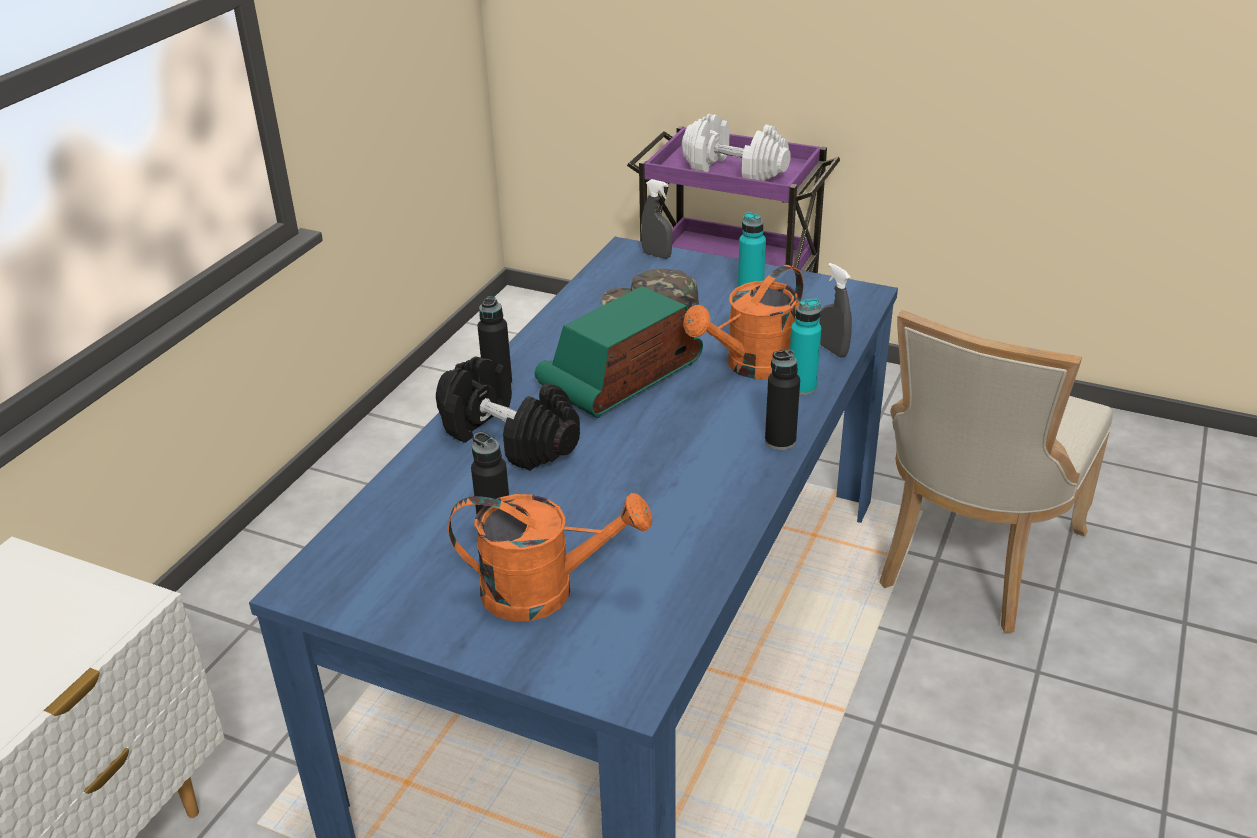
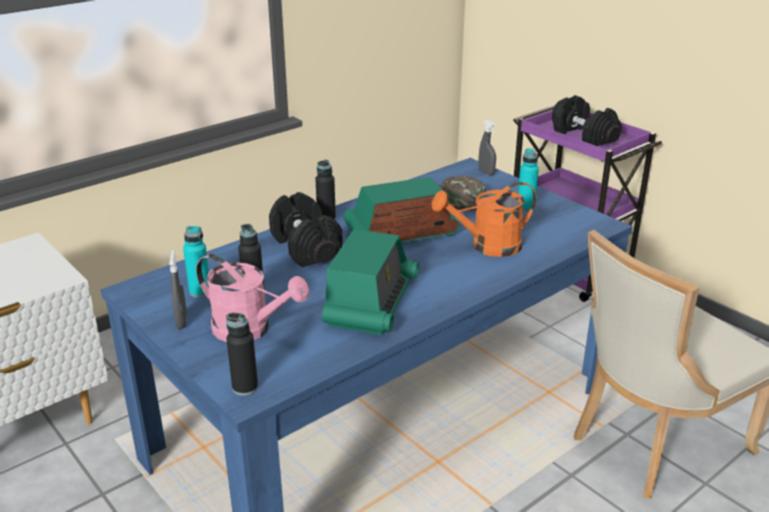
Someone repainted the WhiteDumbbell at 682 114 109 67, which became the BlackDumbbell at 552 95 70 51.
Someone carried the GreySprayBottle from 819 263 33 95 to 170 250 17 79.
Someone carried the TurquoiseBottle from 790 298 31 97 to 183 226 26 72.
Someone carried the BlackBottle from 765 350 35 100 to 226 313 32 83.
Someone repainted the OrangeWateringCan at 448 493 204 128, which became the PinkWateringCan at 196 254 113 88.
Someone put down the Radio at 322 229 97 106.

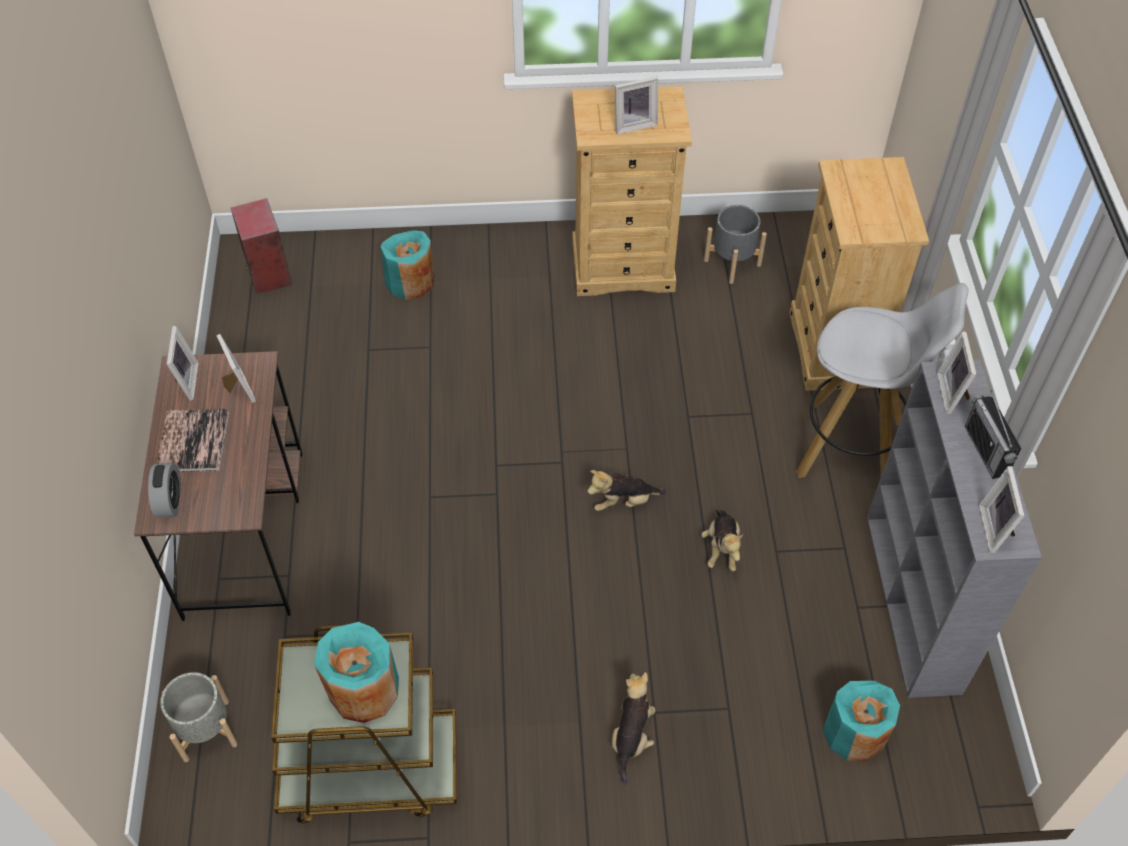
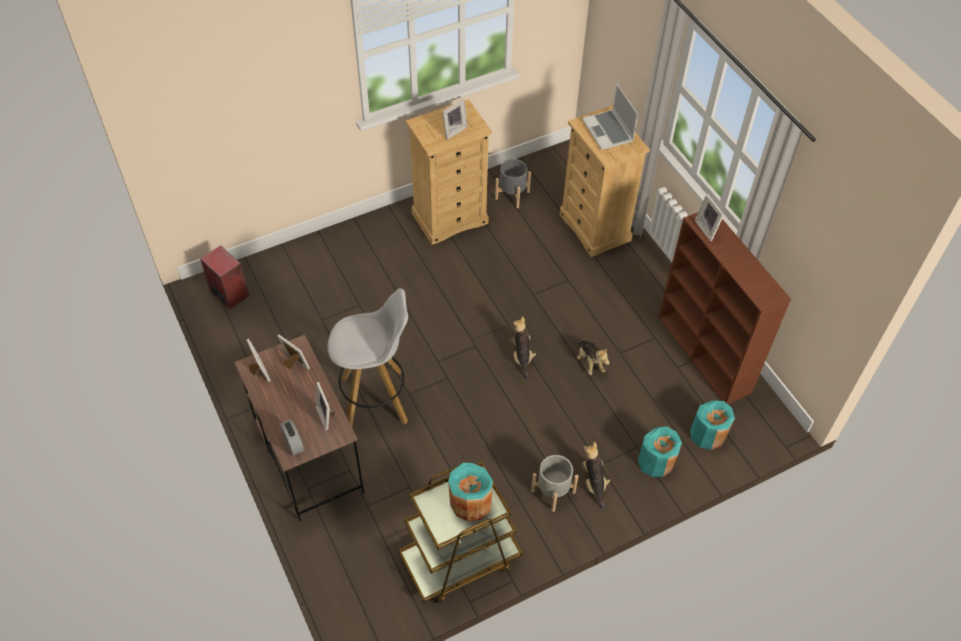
Someone carried the TurquoiseVase from 380 230 55 70 to 638 426 44 51.
Someone carried the WhiteStool from 796 283 173 195 to 328 288 80 139.
Someone repainted the GreyBookcase at 867 360 175 338, which became the BrownBookcase at 658 212 133 192.
Someone took away the Radio at 965 390 56 89.
Someone took away the Book at 156 409 73 63.
Someone carried the PictureFrame from 979 466 45 87 to 315 382 20 48.
Someone rotated the PlushToy at 587 470 79 41 by 120 degrees clockwise.
Someone carried the GreyPlanter from 160 672 78 90 to 531 455 47 57.
Someone put down the Laptop at 582 83 56 67.

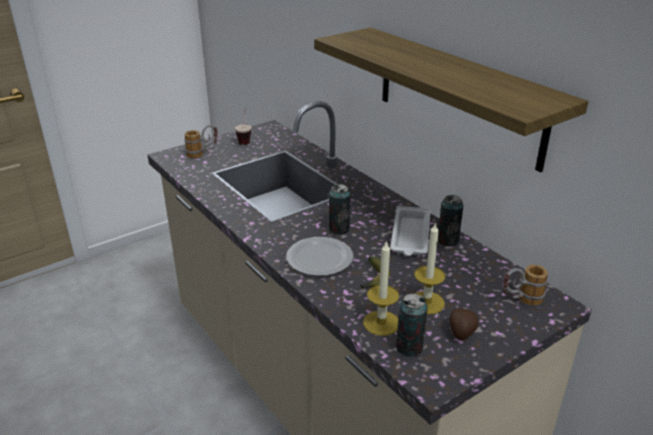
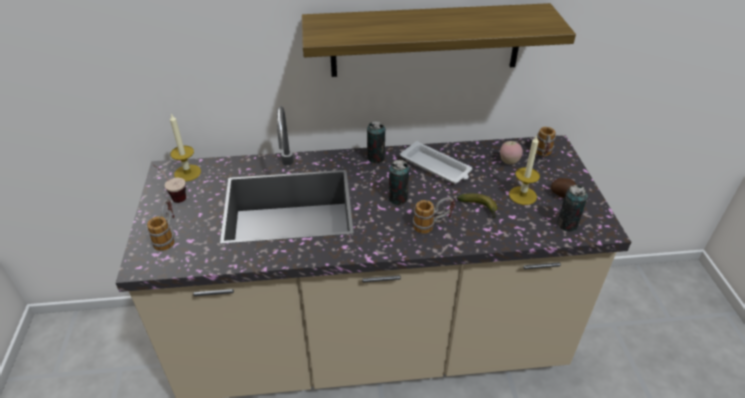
Someone carried the Can from 438 195 25 52 to 367 121 18 42.
Someone swapped the Plate at 286 237 67 39 for the Mug at 413 197 42 37.
Someone carried the Candle from 363 240 36 96 to 170 113 31 69.
Someone put down the Apple at 500 141 23 23.

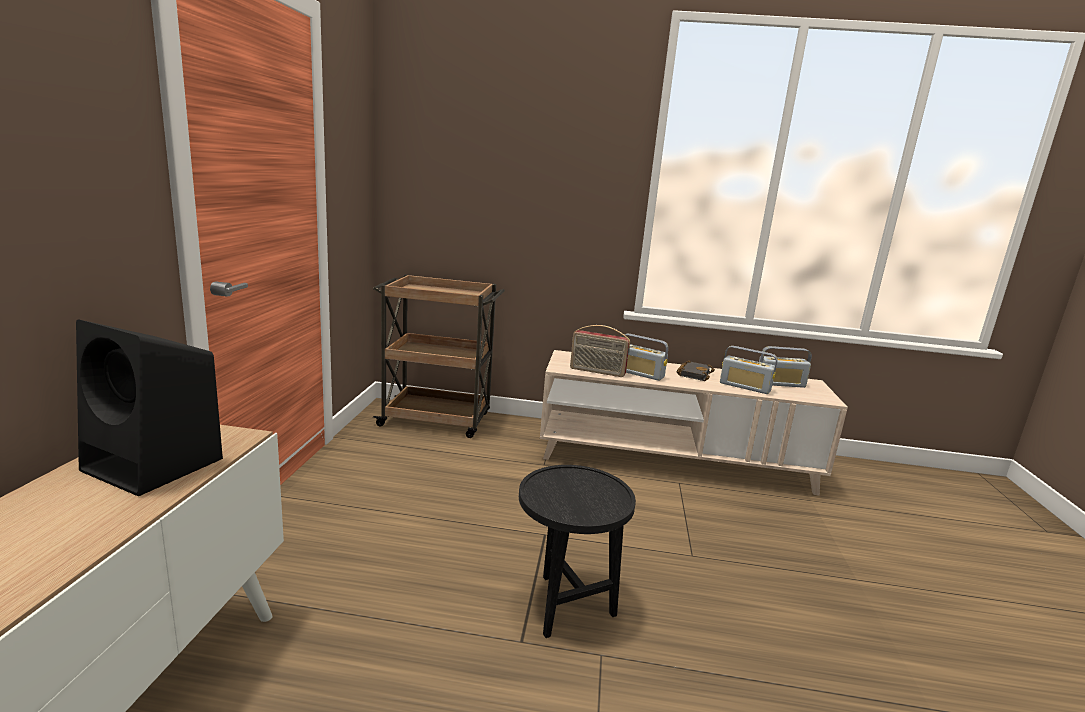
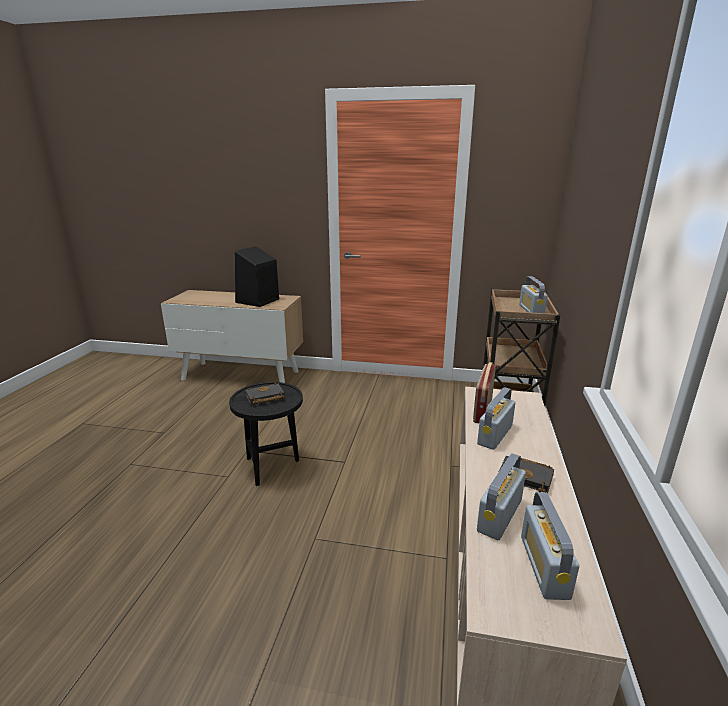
Someone put down the Radio at 519 276 29 37.
Someone put down the BlackBook at 246 383 39 22.

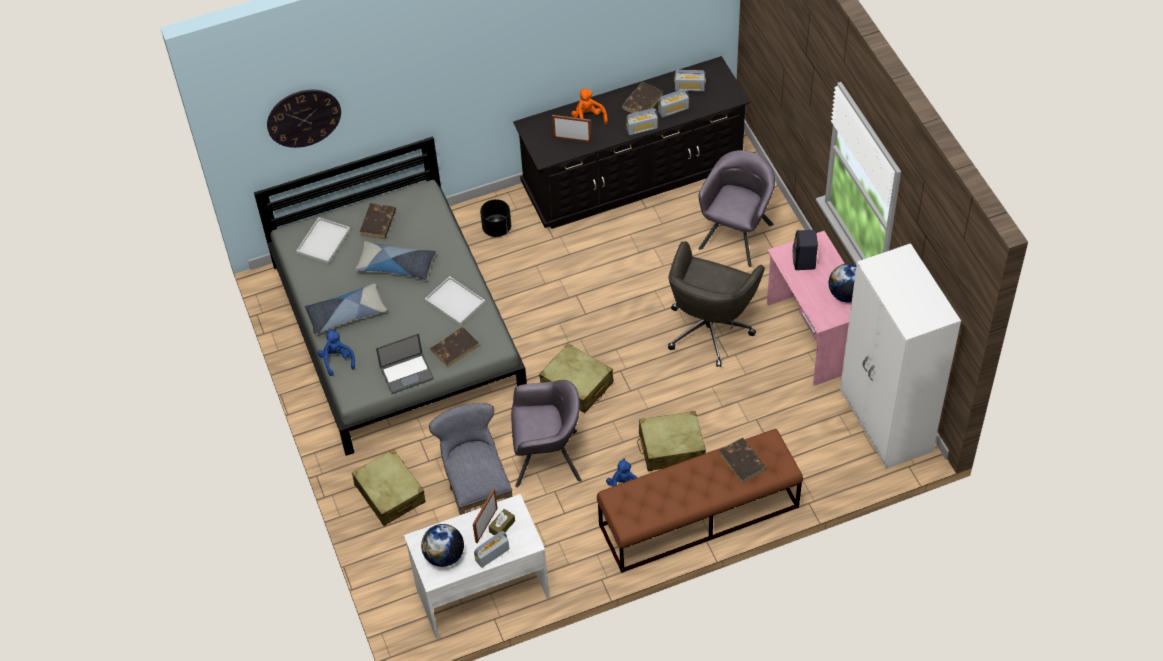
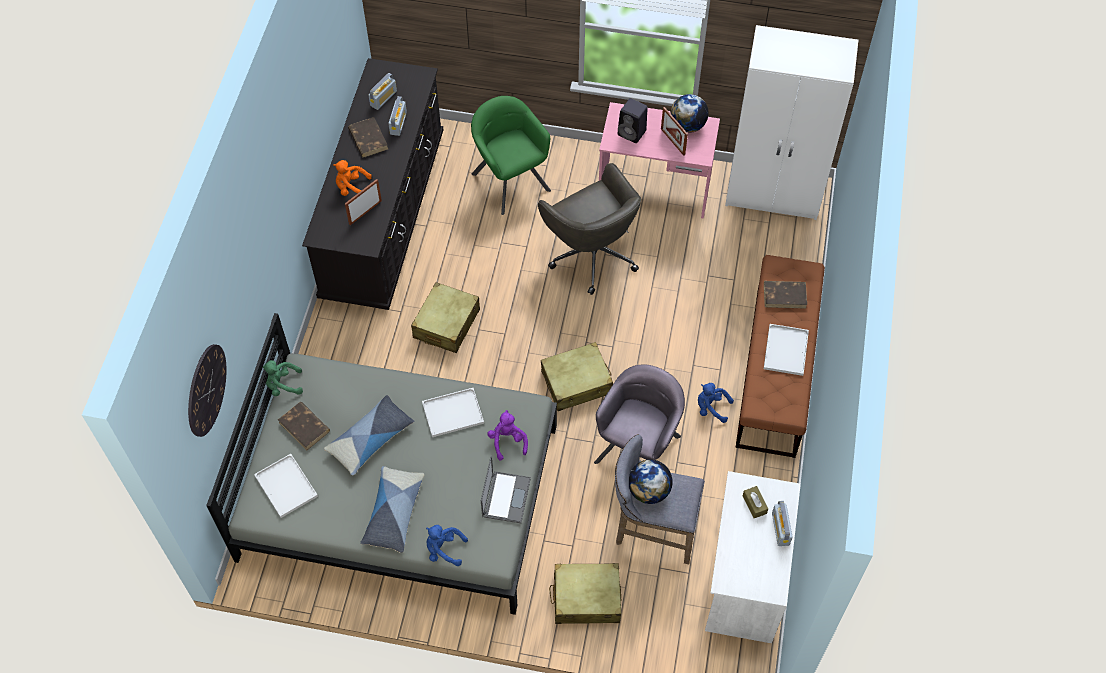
Someone took away the Radio at 626 108 32 27.
Someone repainted the GreyArmchair at 698 150 77 117, which became the GreenArmchair at 471 96 80 119.
Someone took away the BlackPlanter at 480 199 31 38.
Someone swapped the BrownBook at 430 327 49 41 for the PurplePlushToy at 487 410 41 51.
Someone carried the BeigeSuitcase from 637 411 69 60 to 411 282 69 71.
Someone carried the PictureFrame from 473 489 24 54 to 661 107 27 49.
Someone carried the Globe from 421 524 43 43 to 629 459 44 45.
Someone put down the WhiteTray at 764 324 45 52.
Someone put down the GreenPlushToy at 263 360 40 36.

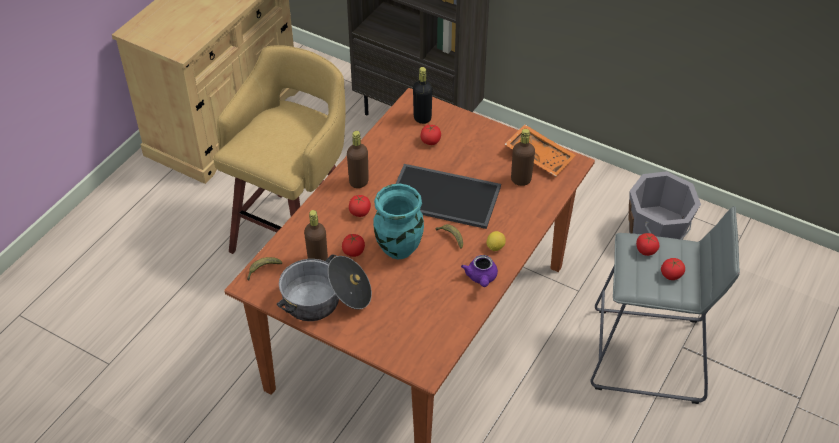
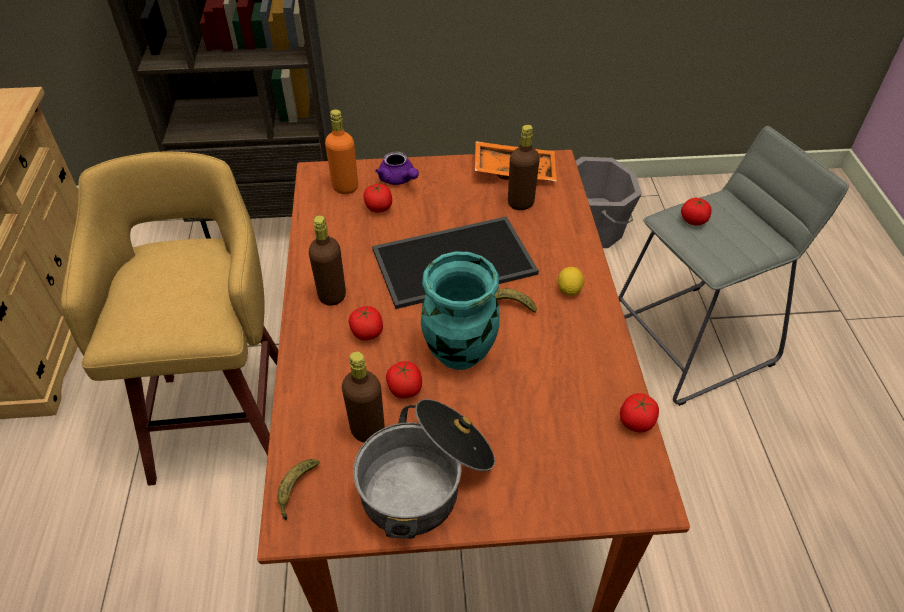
Someone repainted the BlackBottle at 413 67 19 57, which became the OrangeBottle at 325 109 33 85.
Someone carried the PurpleTeapot from 461 255 37 32 to 375 152 44 33.
Someone carried the Tomato from 661 258 24 22 to 620 393 39 40.

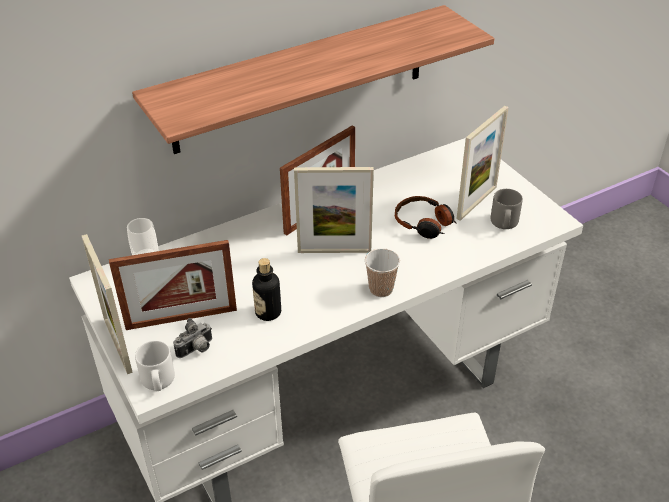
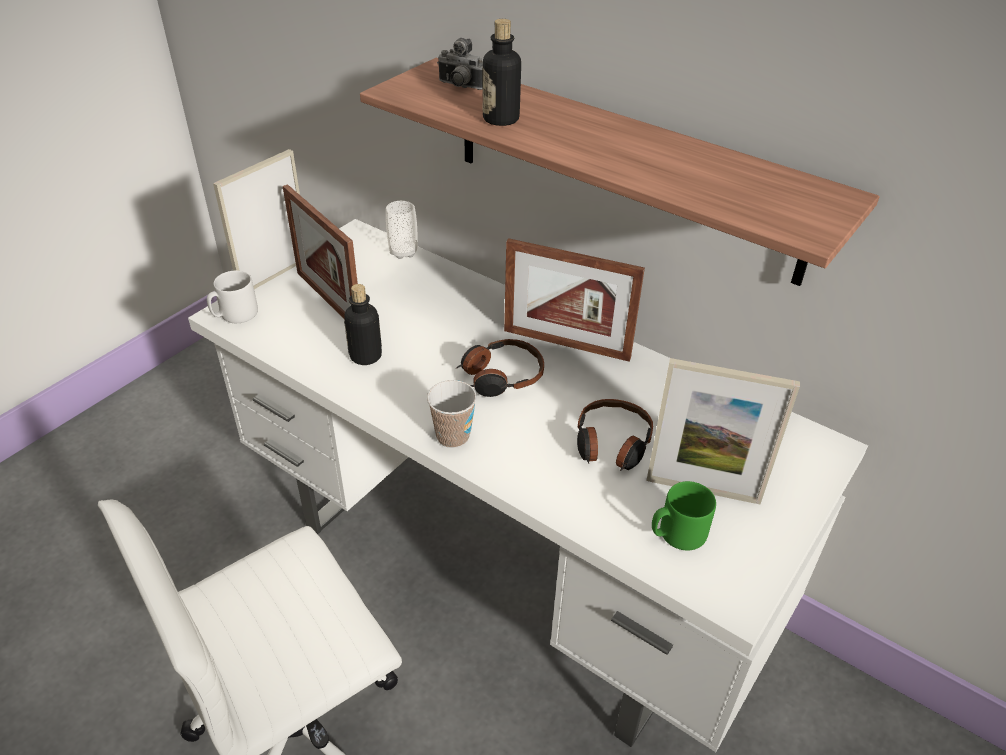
Someone swapped the PictureFrame at 294 167 80 86 for the Headphones at 455 339 89 58.
Someone repainted the GreyMug at 490 189 33 40, which became the GreenMug at 652 481 64 69.
Someone carried the PhotoCamera from 173 318 39 40 to 437 38 46 52.
Someone put down the Bottle at 483 19 38 107.

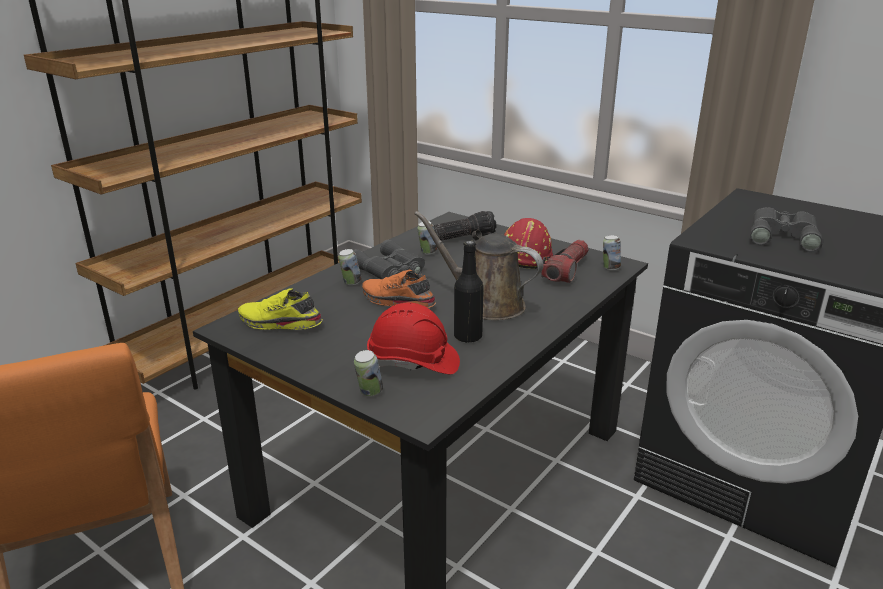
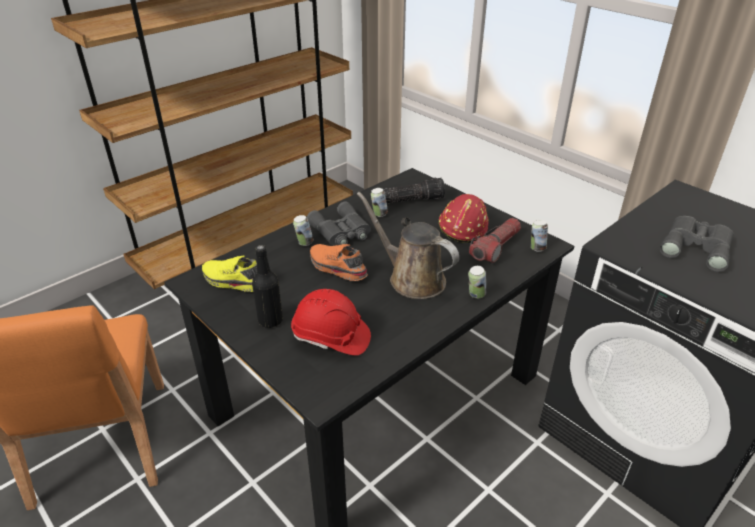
Someone carried the BlackBottle from 454 240 30 102 to 252 245 31 83.
Someone carried the Can from 354 350 29 46 to 468 266 18 33.

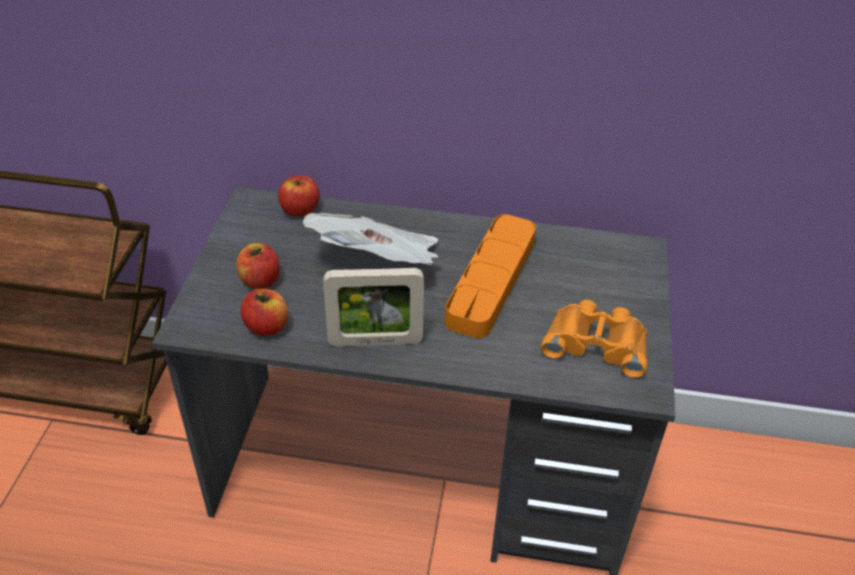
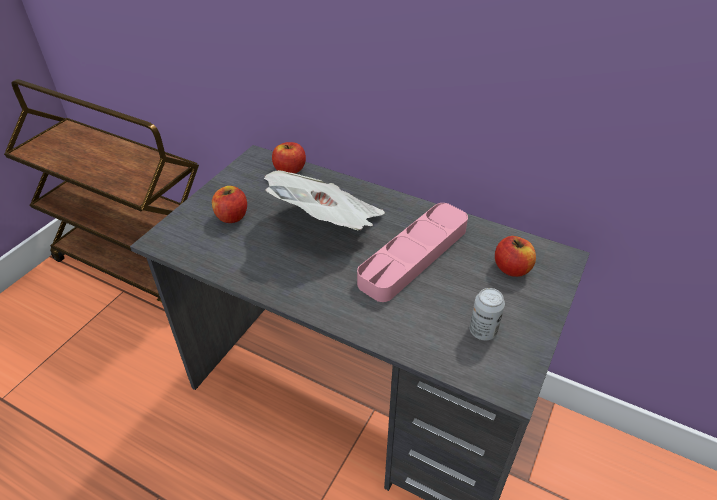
Someone repainted the OrangeTray at 445 214 91 124, which became the PinkTray at 357 203 111 99.
Someone took away the PictureFrame at 323 268 101 79.
Someone carried the Apple from 241 289 47 47 to 495 236 41 41.
Someone swapped the OrangeBinoculars at 541 300 107 78 for the Can at 470 288 35 52.

